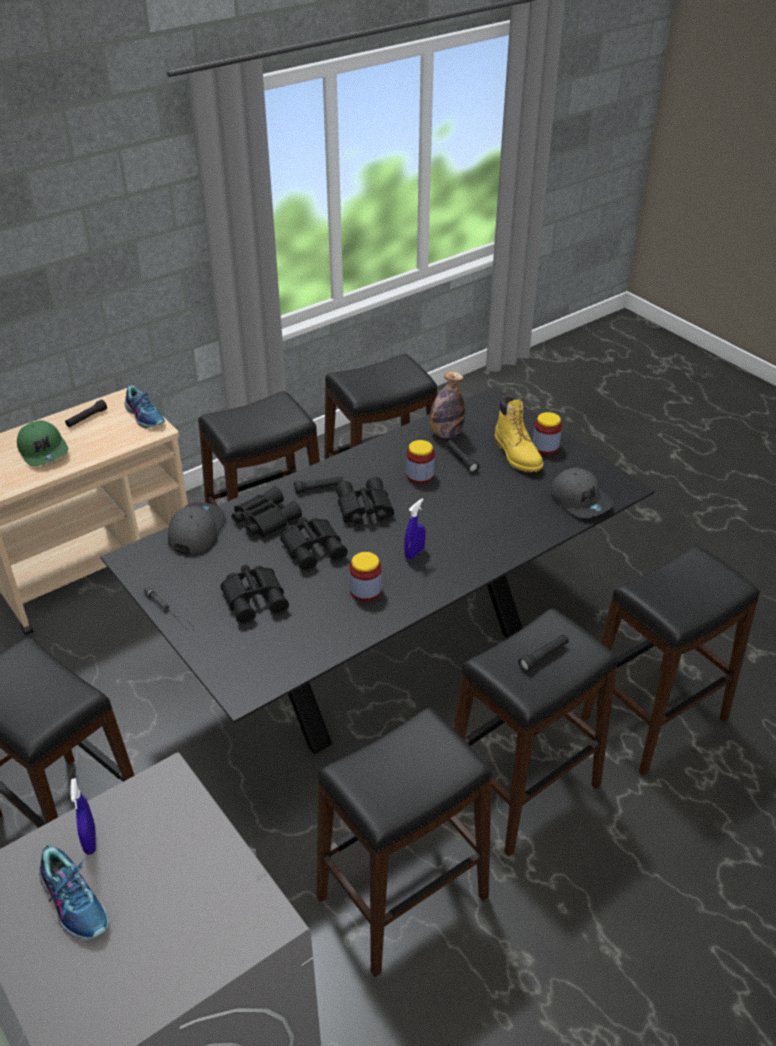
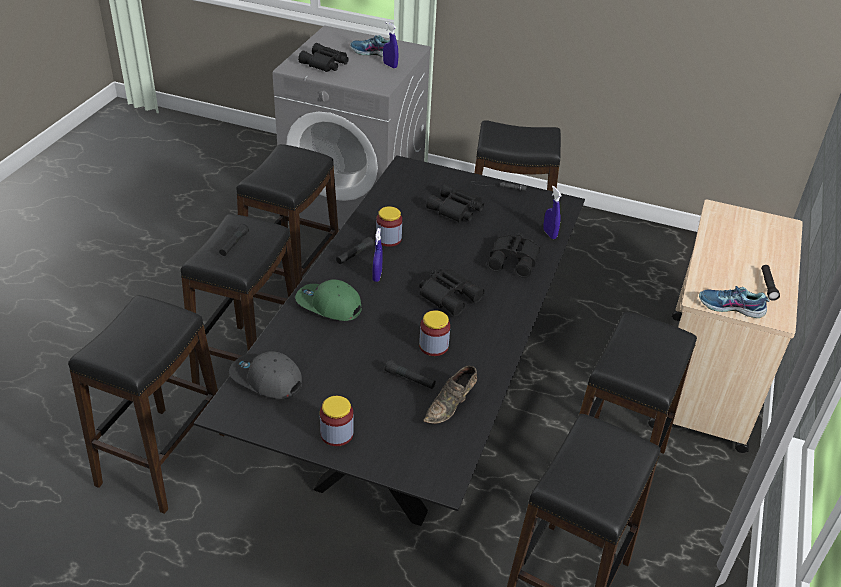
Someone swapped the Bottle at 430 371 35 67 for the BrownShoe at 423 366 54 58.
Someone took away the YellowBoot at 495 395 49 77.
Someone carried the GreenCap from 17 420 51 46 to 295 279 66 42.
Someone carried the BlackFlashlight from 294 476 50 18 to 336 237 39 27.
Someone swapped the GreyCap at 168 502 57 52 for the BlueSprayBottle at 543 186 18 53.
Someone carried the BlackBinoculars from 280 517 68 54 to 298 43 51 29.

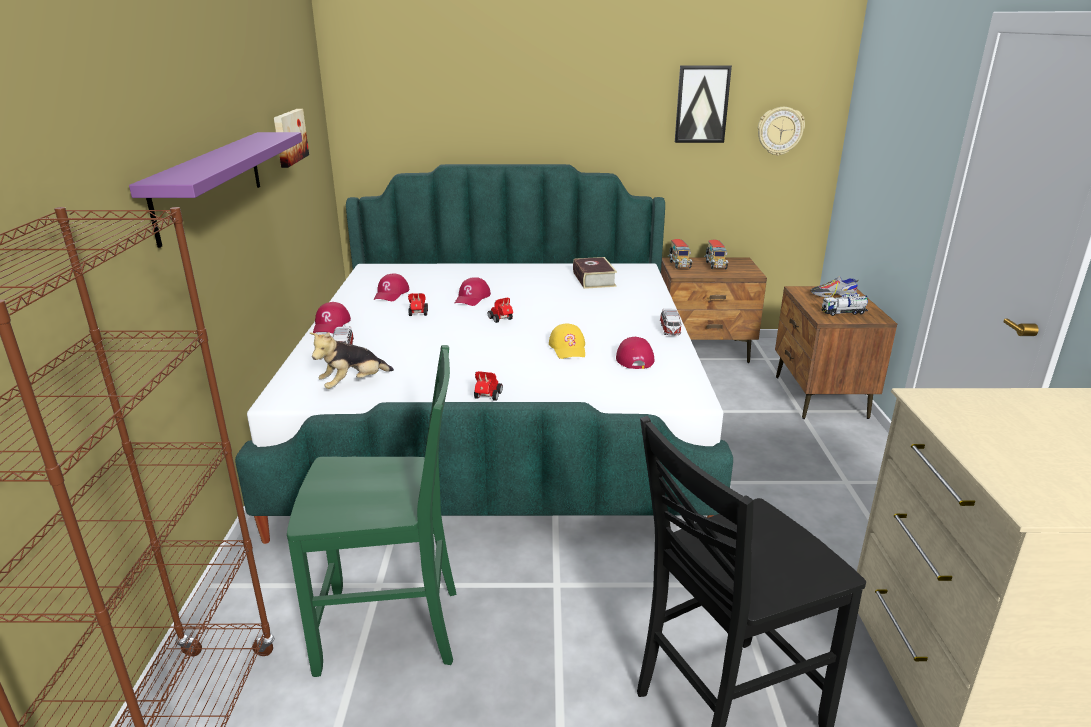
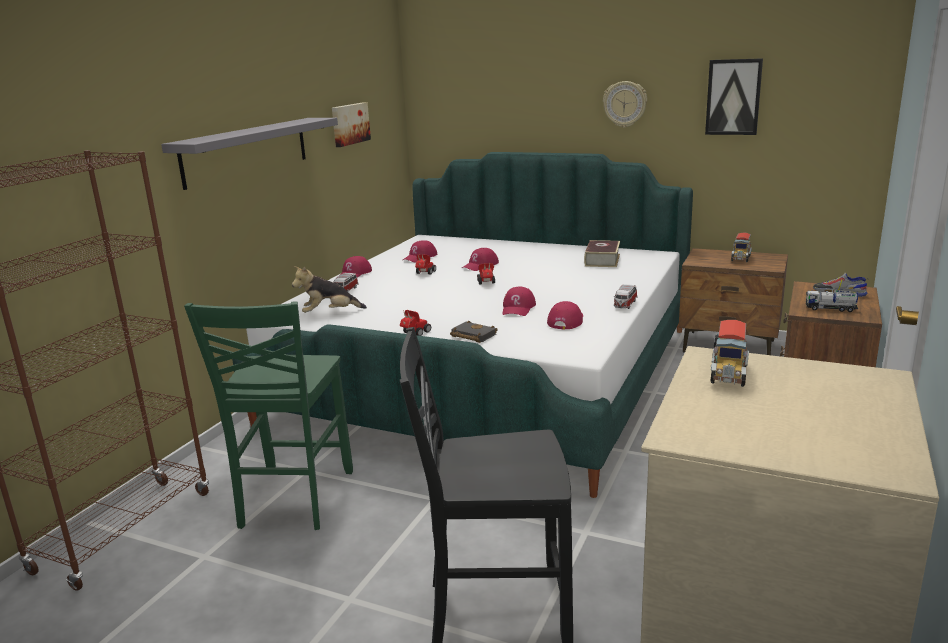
Someone carried the WallClock from 758 107 47 49 to 603 81 44 47.
Someone repainted the PurpleShelf at 129 132 173 116, which became the GreyShelf at 161 118 177 72.
Someone carried the ToyTruck from 668 239 24 30 to 710 320 39 67.
Someone repainted the YellowCap at 549 323 36 36, which became the RedCap at 503 286 33 30.
Someone rotated the GreenChair at 287 345 169 332 by 75 degrees clockwise.
Someone put down the BlackBook at 450 320 48 23.

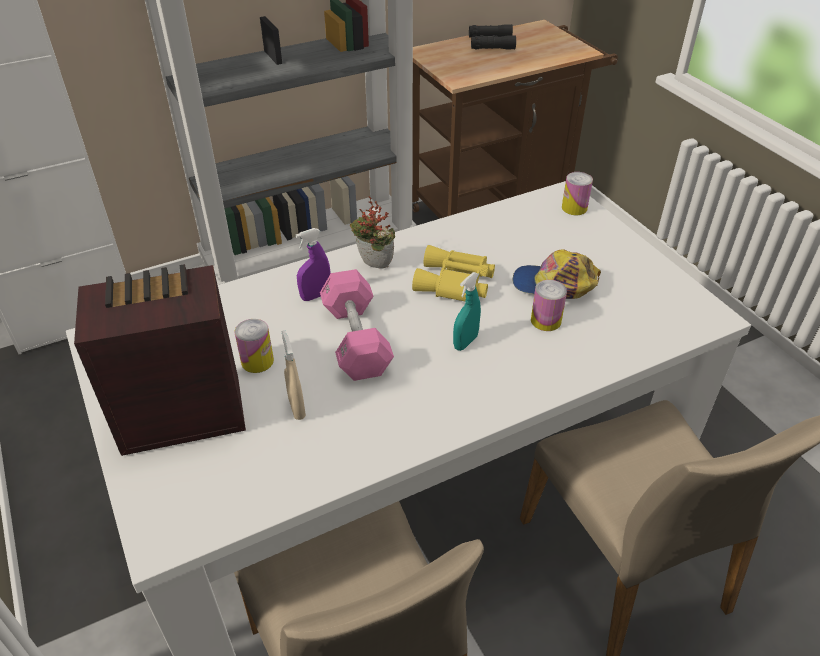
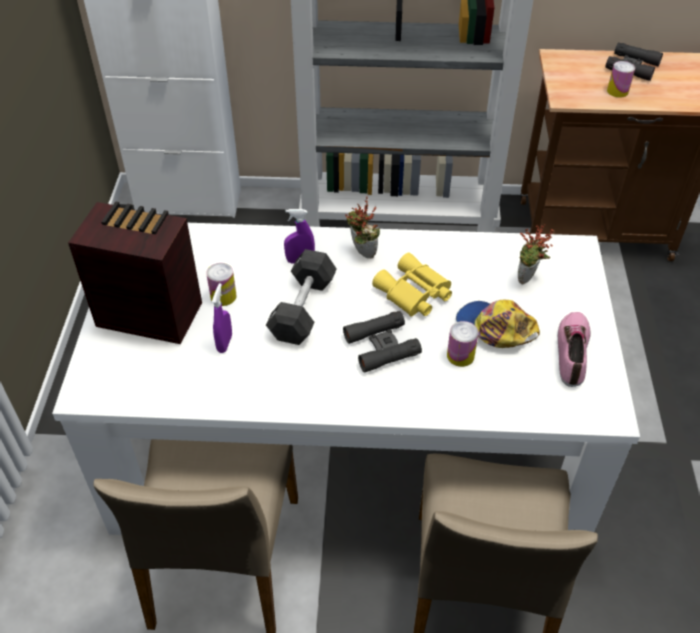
Someone carried the Can from 562 172 31 43 to 607 61 28 37.
Someone repainted the PinkDumbbell at 320 269 74 112, which became the BlackDumbbell at 266 249 71 96.
Someone swapped the TurquoiseSprayBottle at 453 272 28 79 for the BlackBinoculars at 343 311 79 62.
Someone repainted the BeigeSprayBottle at 282 330 24 90, which became the PurpleSprayBottle at 212 283 20 70.
Someone put down the PottedPlant at 518 224 37 60.
Someone put down the Shoe at 558 312 33 75.

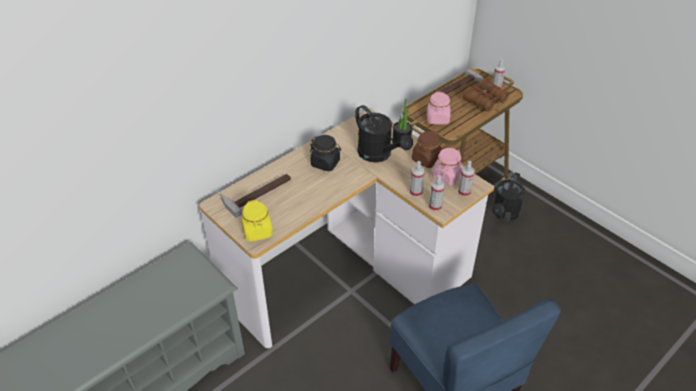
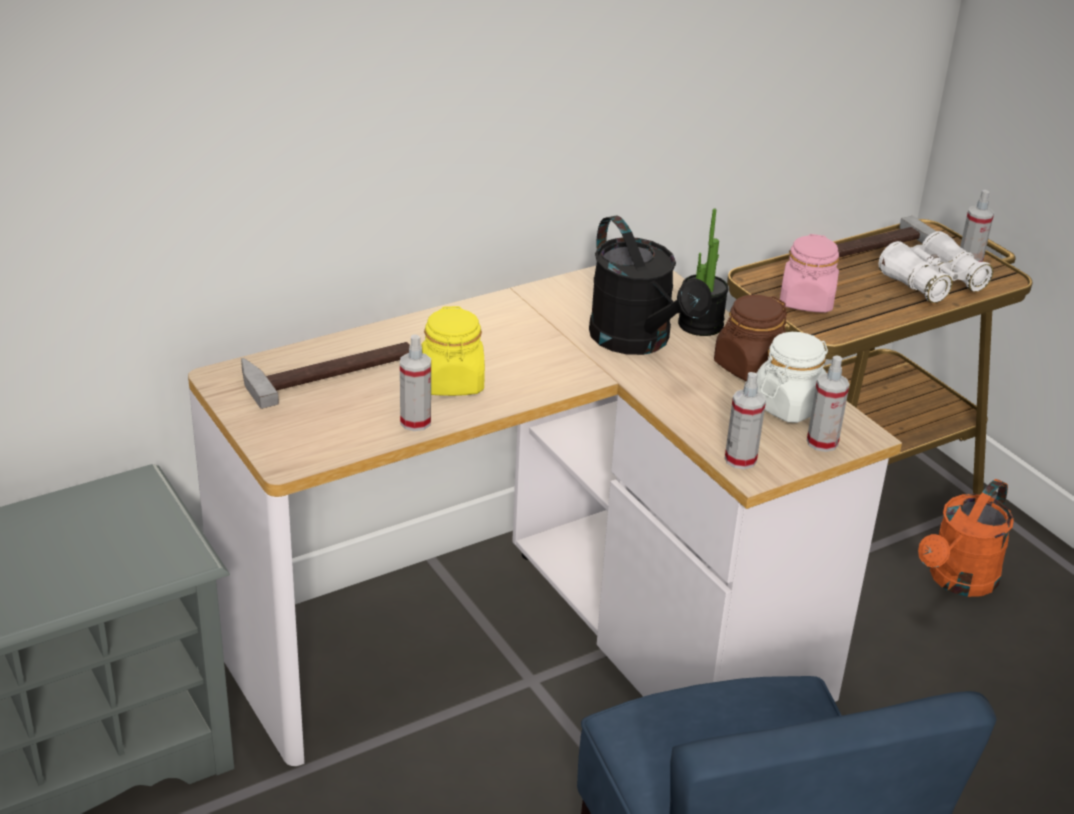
Someone repainted the BrownBinoculars at 463 78 46 34, which became the WhiteBinoculars at 879 231 114 72.
Someone took away the BlackJar at 310 135 31 36.
Someone repainted the PinkJar at 432 148 31 37, which became the WhiteJar at 757 332 71 91.
Someone carried the SprayBottle from 410 161 15 36 to 400 334 31 97.
Someone repainted the BlackWateringCan at 492 173 33 48, which became the OrangeWateringCan at 918 479 96 118.
Someone carried the YellowJar from 241 200 32 42 to 421 306 64 90.

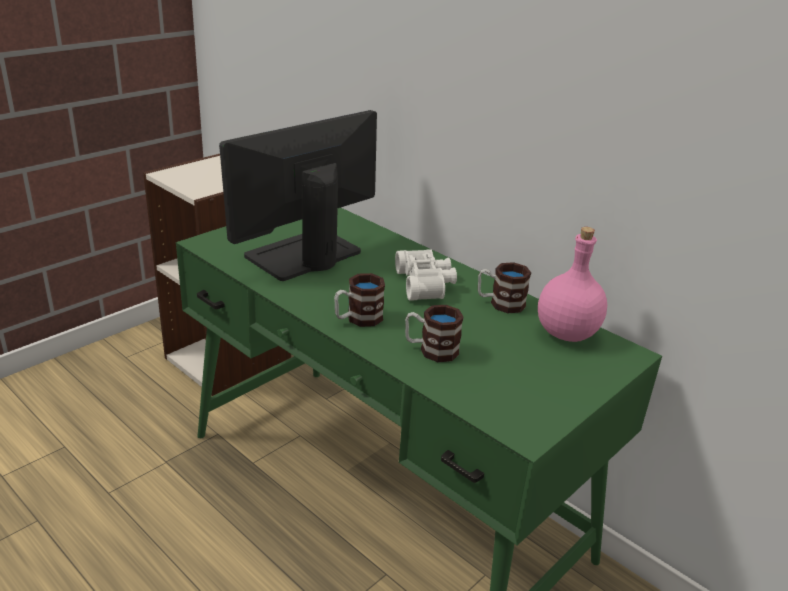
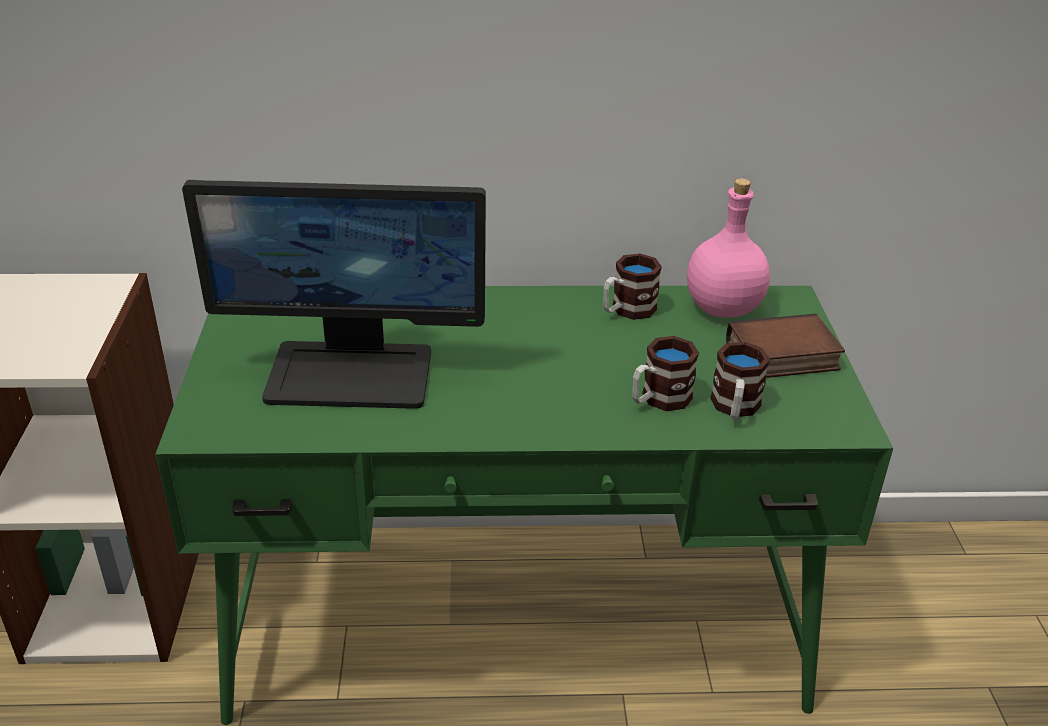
Someone rotated the Monitor at 219 110 158 171 by 90 degrees counterclockwise.
Someone took away the WhiteBinoculars at 395 249 62 52.
Someone carried the Mug from 334 273 51 54 to 710 342 60 78.
Someone put down the Book at 726 314 119 64.

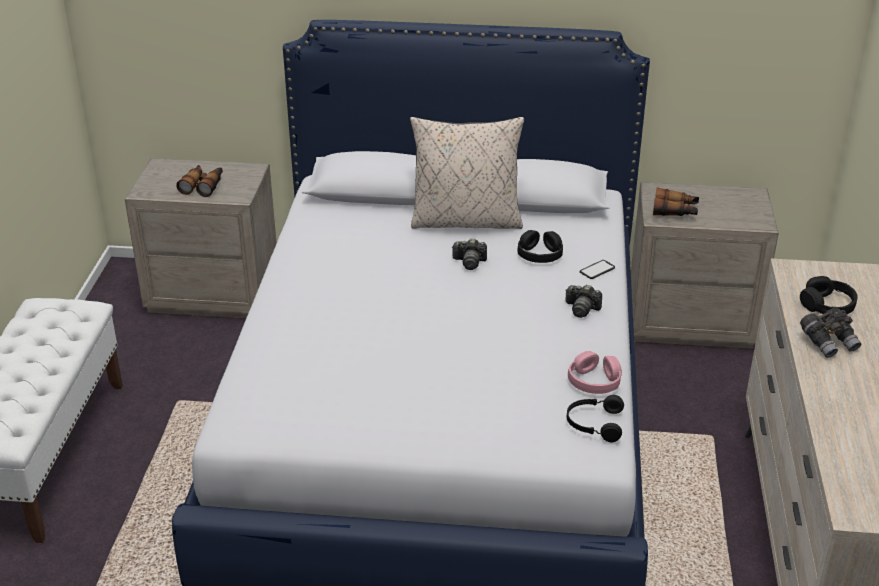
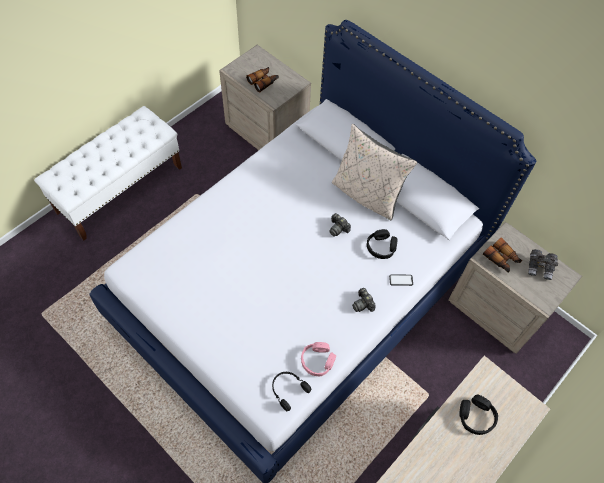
Someone carried the GreyBinoculars from 800 307 61 51 to 528 249 30 31.

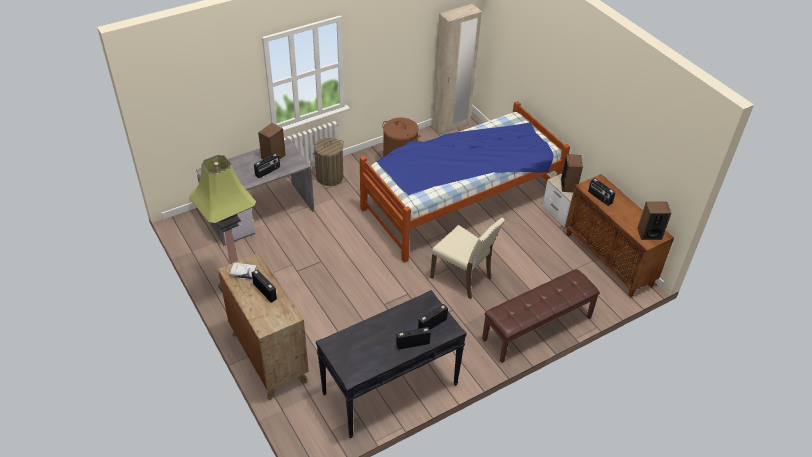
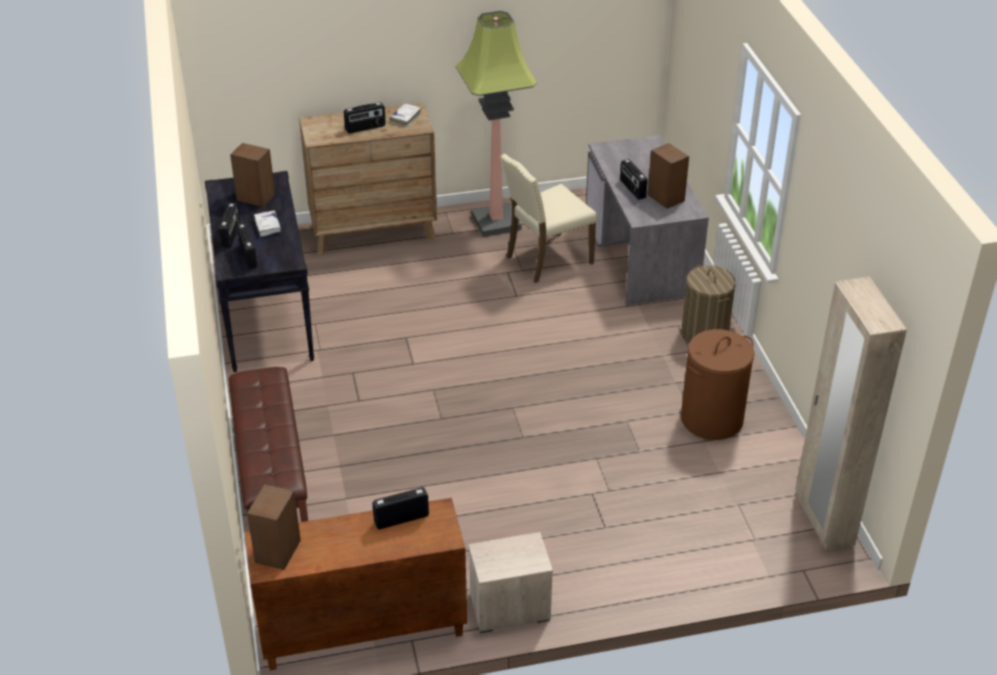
Someone took away the Bed at 360 101 210 162.
Someone carried the Speaker from 561 154 22 38 to 230 143 45 64.
Someone carried the BeigeChair from 430 218 75 81 to 501 154 96 129.
Someone put down the WhiteBook at 254 210 27 27.

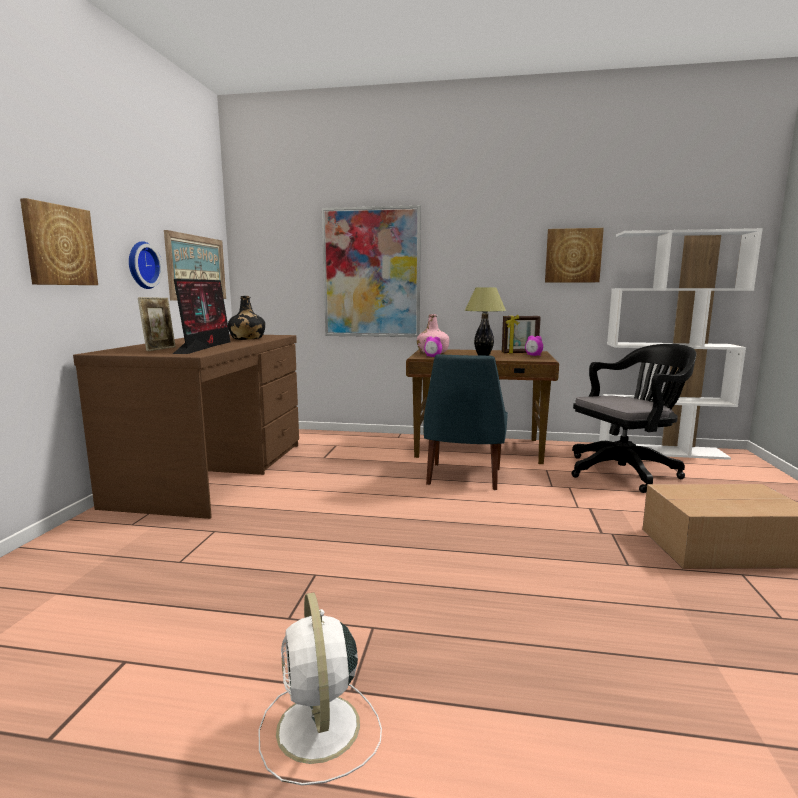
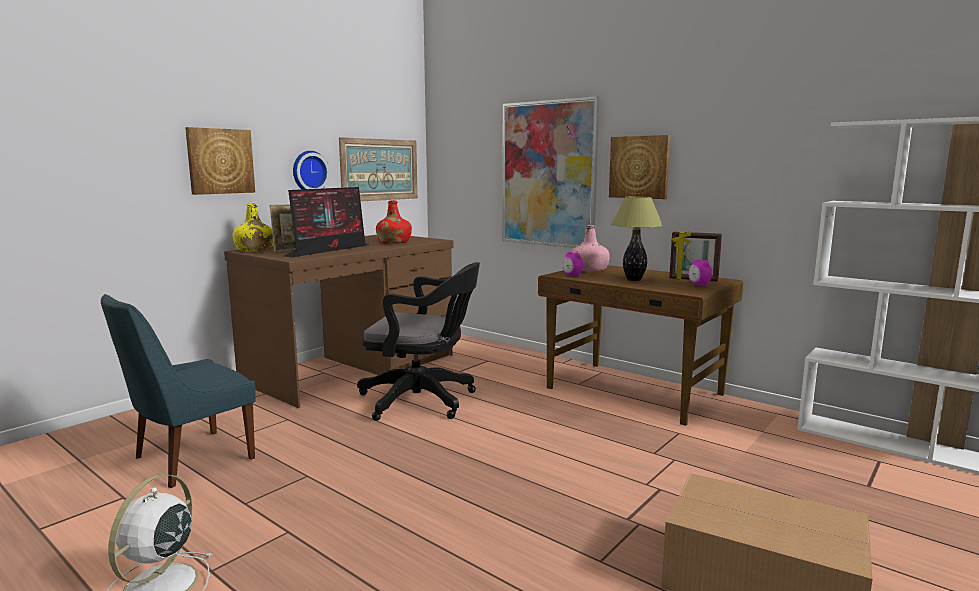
Someone carried the Picture from 545 228 59 55 to 609 135 61 64.
Someone repainted the BlackBottle at 228 296 37 44, which became the RedBottle at 376 200 36 44.
Someone carried the BlackOfficeChair from 571 344 125 149 to 357 262 123 159.
Someone carried the BlueChair from 424 354 84 136 to 101 294 155 194.
Someone put down the YellowBottle at 232 204 41 48.

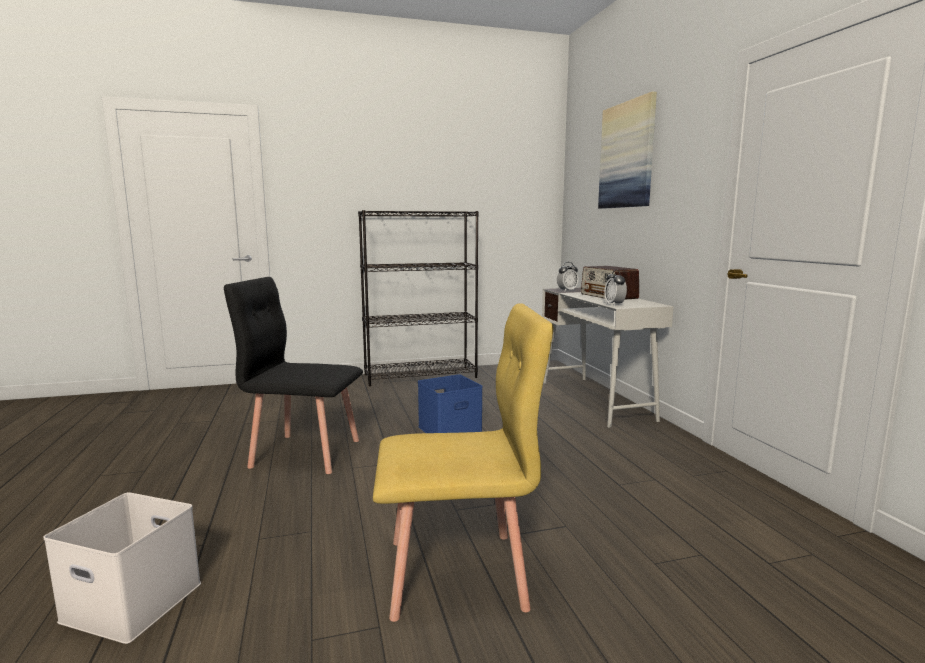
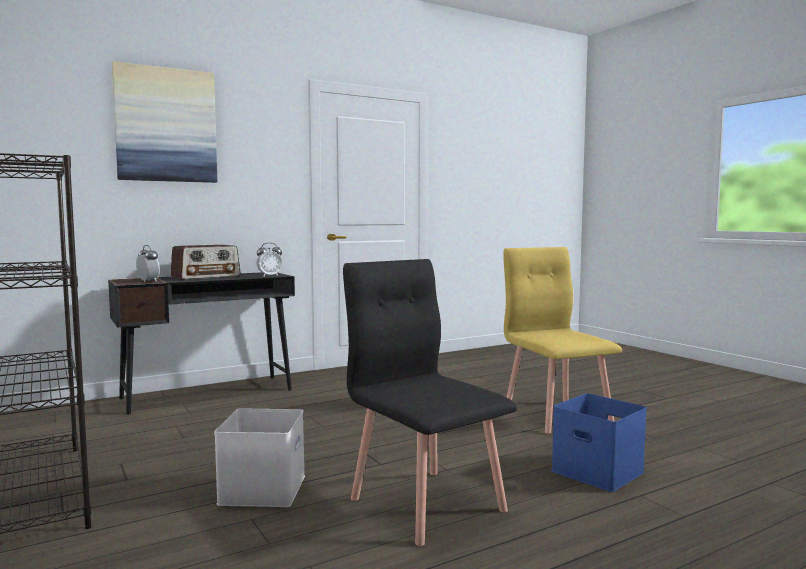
Someone rotated the BlackChair at 224 277 139 197 by 150 degrees clockwise.
Someone repainted the WhiteDesk at 542 288 132 139, which became the BlackDesk at 108 272 187 143.
Someone carried the BlueStorageBox from 418 374 65 59 to 551 393 96 99.
Someone carried the WhiteStorageBox from 43 492 158 152 to 214 408 91 99.

